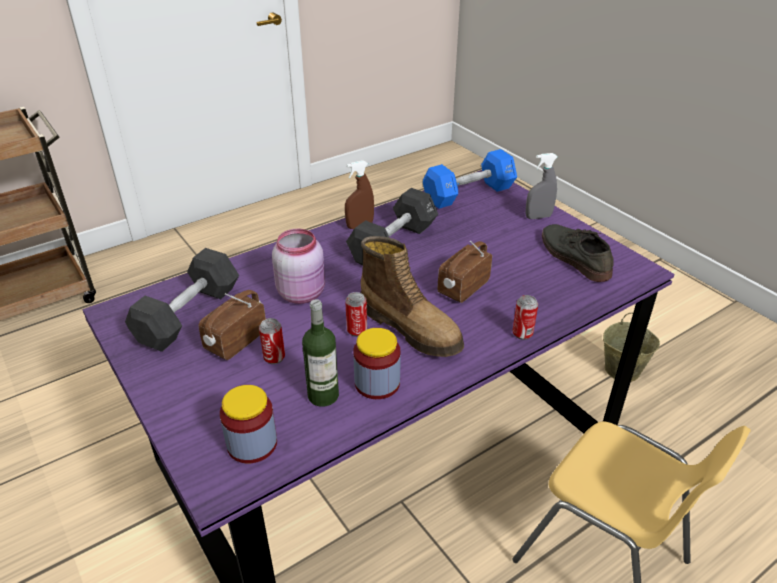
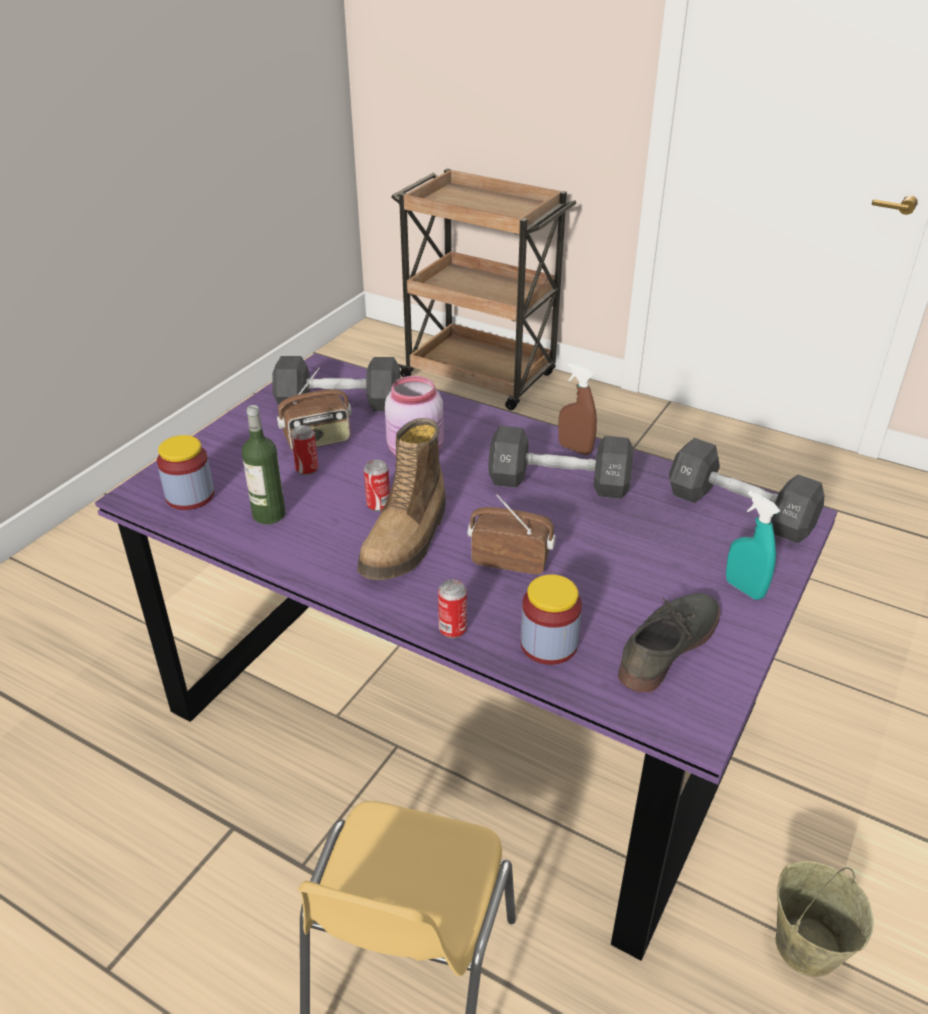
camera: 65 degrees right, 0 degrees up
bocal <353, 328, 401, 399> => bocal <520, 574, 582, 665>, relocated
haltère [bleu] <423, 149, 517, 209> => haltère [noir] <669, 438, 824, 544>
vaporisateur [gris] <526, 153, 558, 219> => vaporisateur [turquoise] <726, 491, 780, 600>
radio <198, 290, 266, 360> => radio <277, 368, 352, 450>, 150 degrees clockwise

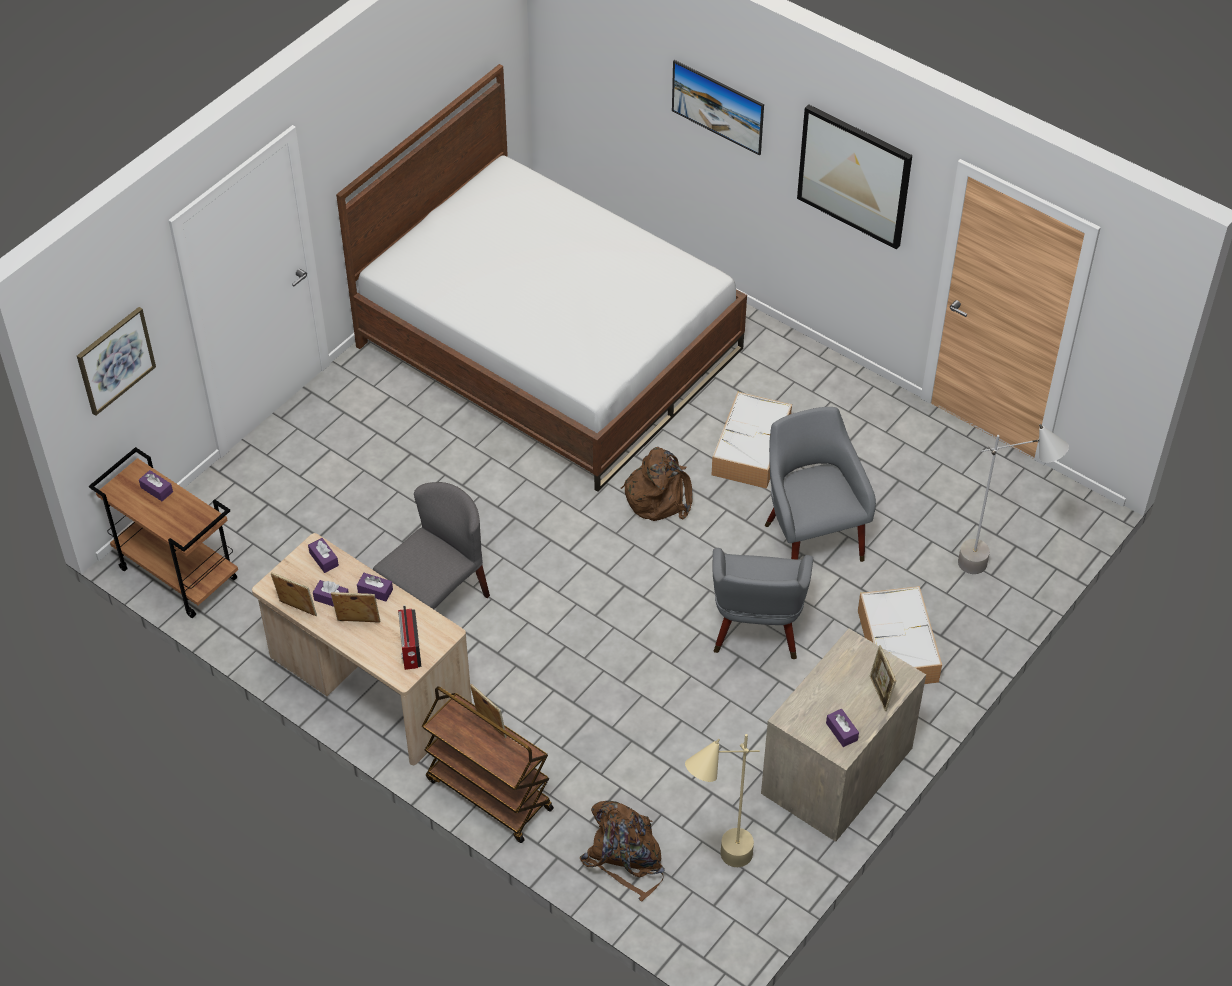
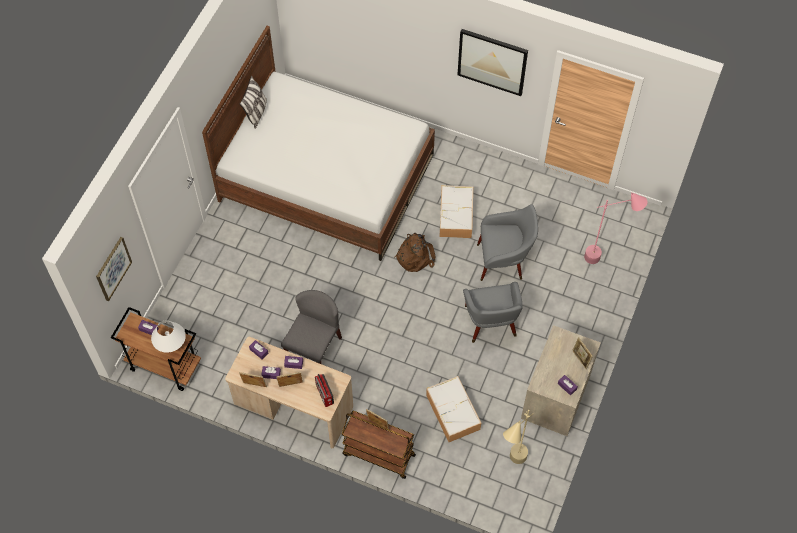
camera: 15 degrees left, 10 degrees up
sac à dos [marron] <580, 801, 665, 902> => nothing
tableau <672, 60, 764, 156> => nothing
nothing => lampe de table [blanc] <151, 320, 186, 353>
nothing => coussin <240, 76, 267, 128>
boîte de rangement <858, 586, 942, 684> => boîte de rangement <426, 376, 481, 442>, relocated
lampadaire [gris] <958, 424, 1069, 574> => lampadaire [rose] <584, 192, 648, 264>
fauteuil [gris] <765, 407, 876, 562> => fauteuil [gris] <477, 204, 538, 281>, 120 degrees clockwise

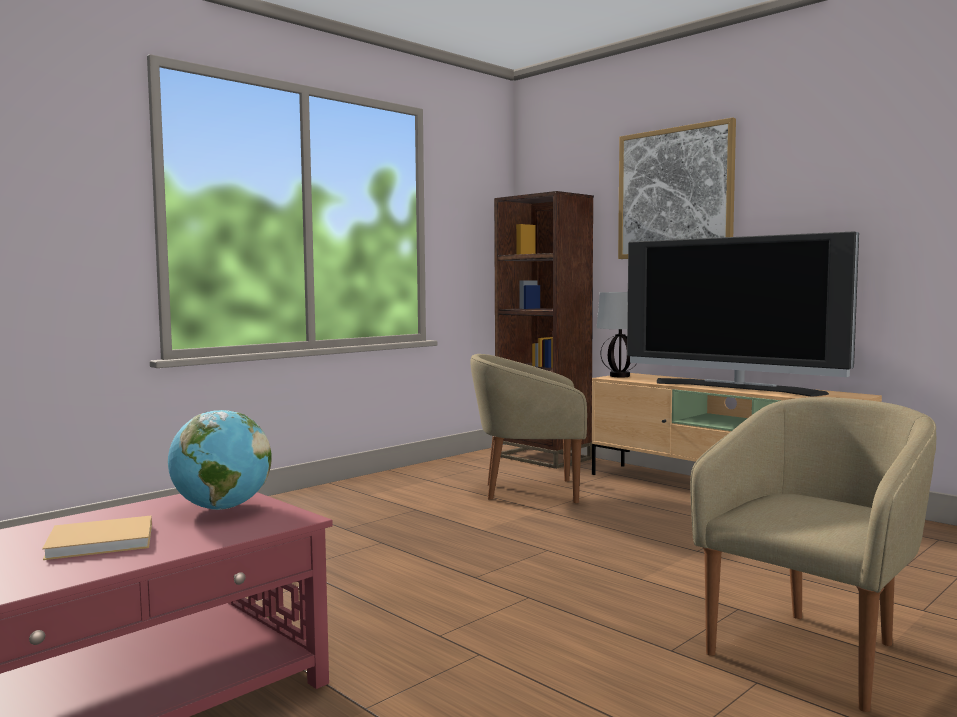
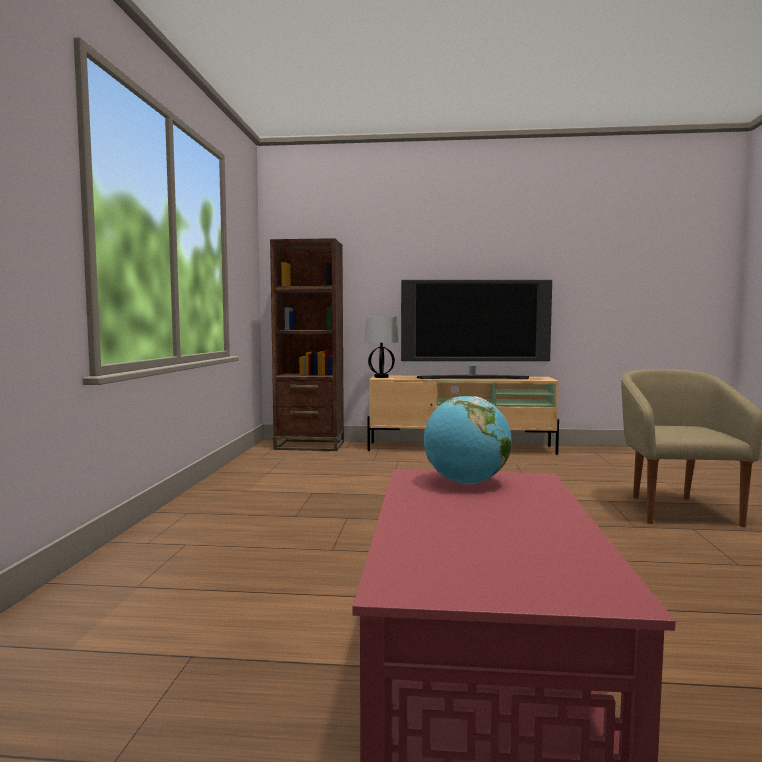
camera: 40 degrees left, 0 degrees up
livre [beige] <42, 516, 152, 560> => nothing
fauteuil [beige] <470, 354, 587, 503> => nothing
tableau <618, 118, 736, 259> => nothing

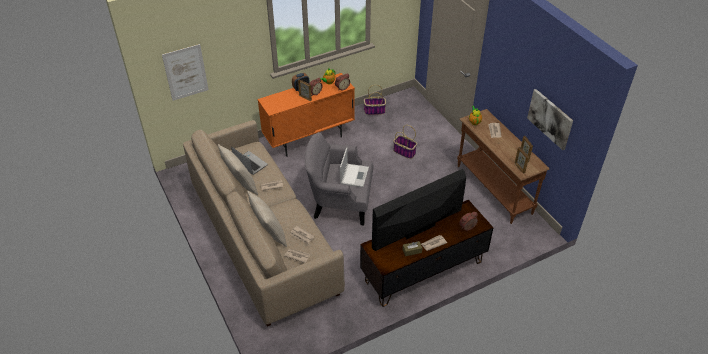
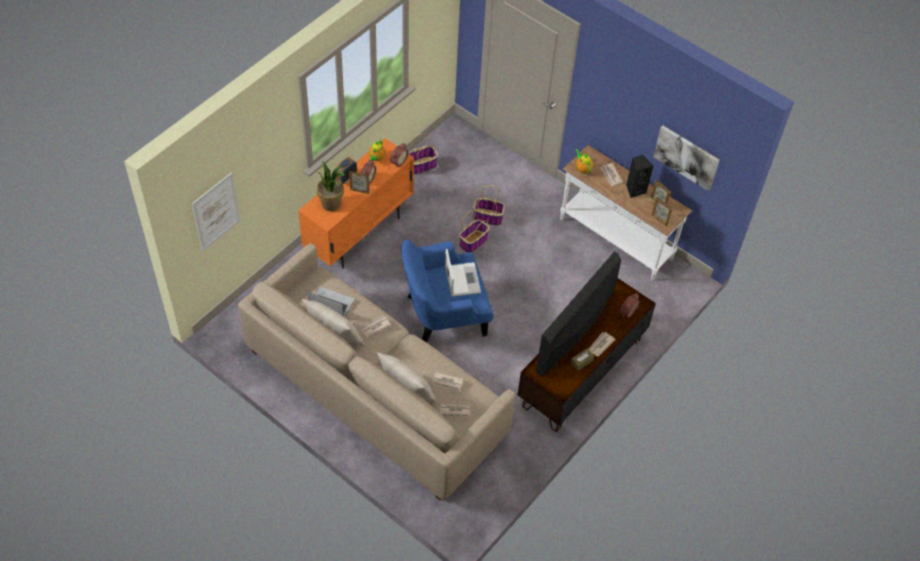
camera: 25 degrees left, 10 degrees up
nothing => plante en pot <317, 160, 344, 211>
nothing => panier <459, 210, 490, 253>
nothing => enceinte [noir] <626, 155, 653, 198>
fauteuil [gris] <305, 133, 374, 225> => fauteuil [bleu] <401, 239, 494, 342>
table console [marron] <457, 109, 550, 224> => table console [blanc] <560, 145, 692, 280>

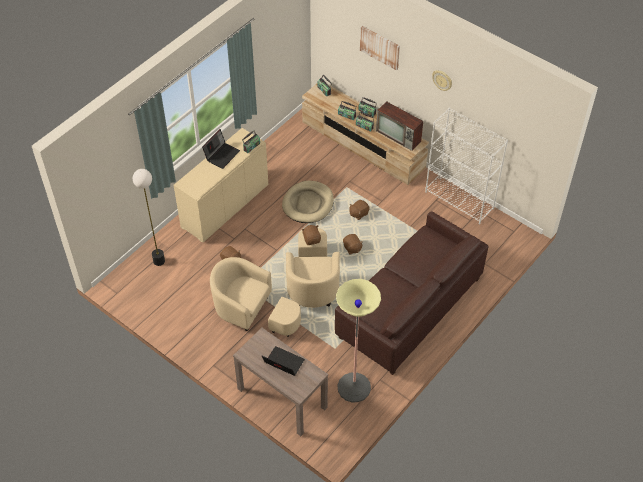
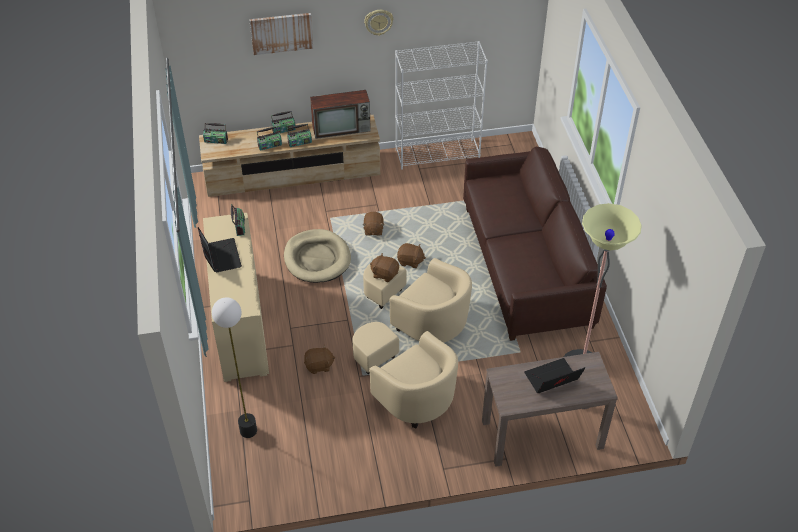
camera: 50 degrees left, 5 degrees down
fauteuil [beige] <210, 257, 301, 337> => fauteuil [beige] <353, 322, 458, 428>, 105 degrees counterclockwise

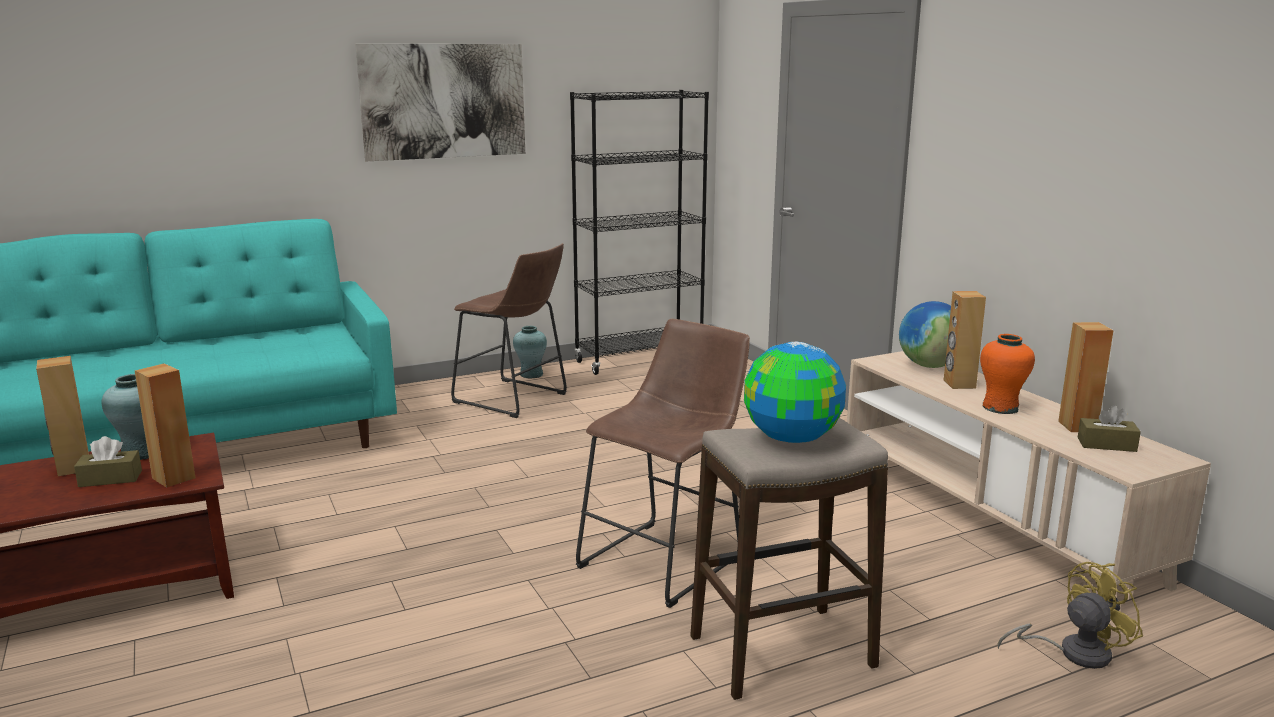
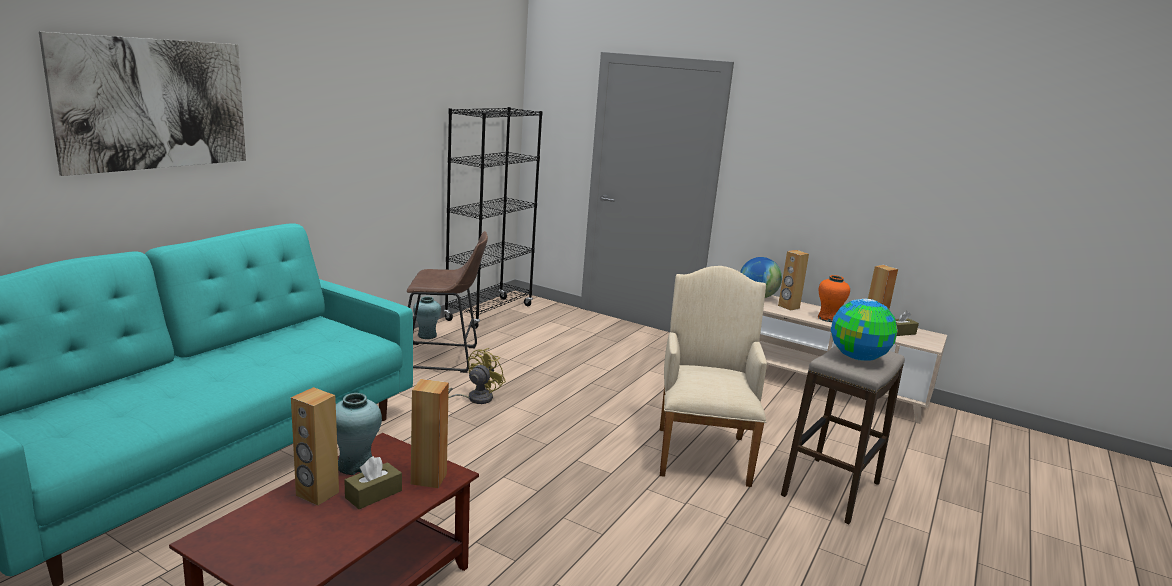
camera: 35 degrees left, 0 degrees up
tableau <355, 44, 525, 161> => tableau <39, 32, 246, 176>, relocated
ventilateur [jaune] <997, 562, 1143, 669> => ventilateur [jaune] <448, 348, 506, 404>, relocated
tabouret [marron] <576, 319, 750, 608> => fauteuil [beige] <660, 266, 767, 487>

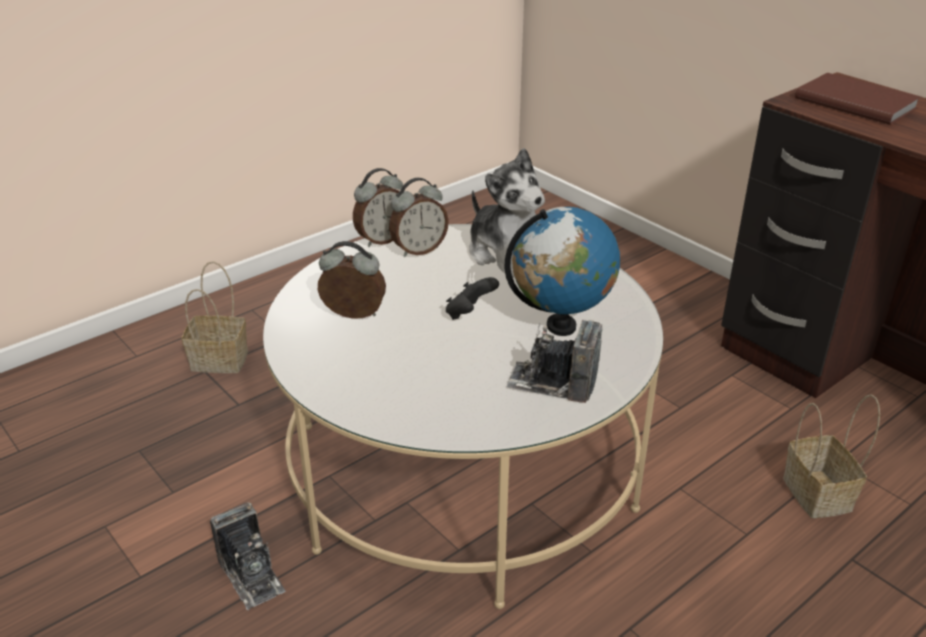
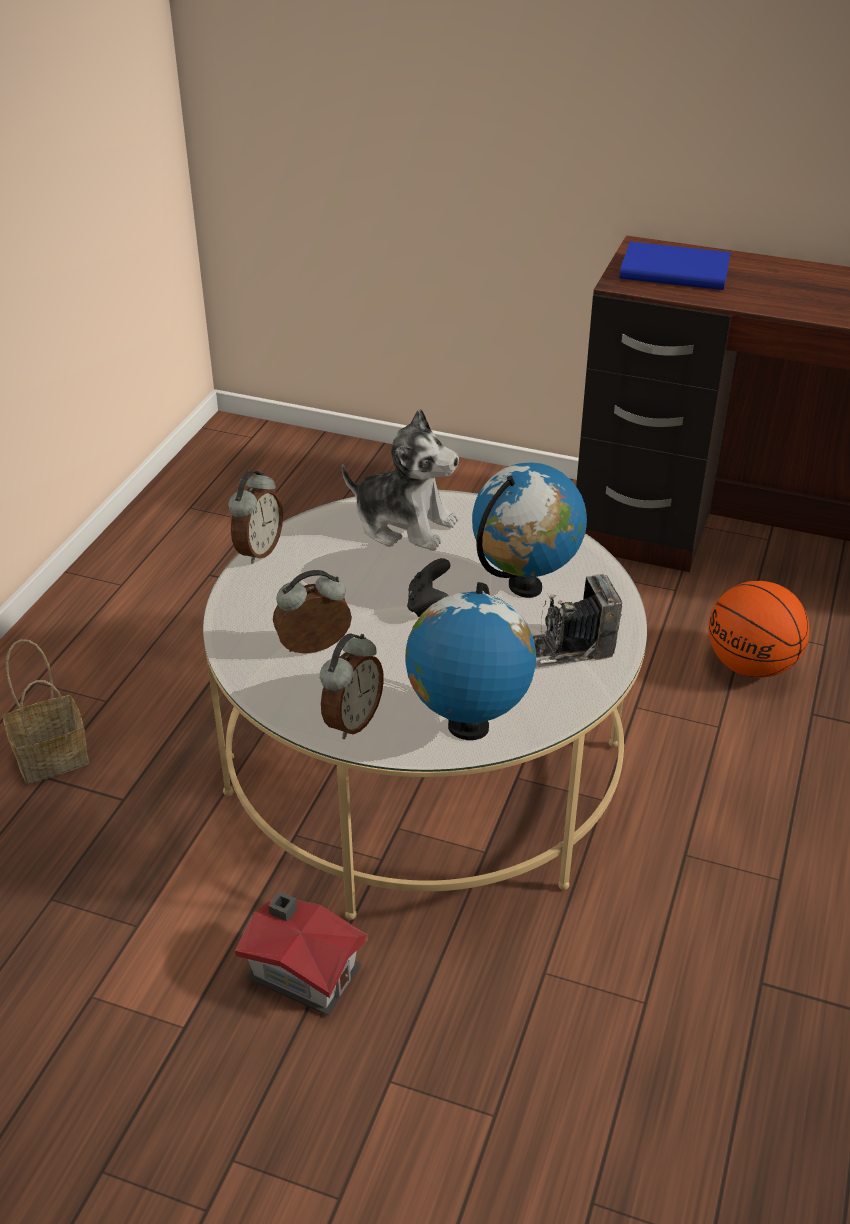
camera: 30 degrees left, 5 degrees up
nothing => globe <406, 582, 536, 740>
réveil <389, 178, 449, 257> => réveil <320, 633, 384, 739>, relocated
appareil photo <210, 502, 286, 610> => maison miniature <235, 891, 368, 1016>
panier <783, 394, 880, 518> => ballon de basket <708, 581, 809, 678>
livre [marron] <795, 73, 921, 125> => livre [bleu] <619, 242, 731, 290>

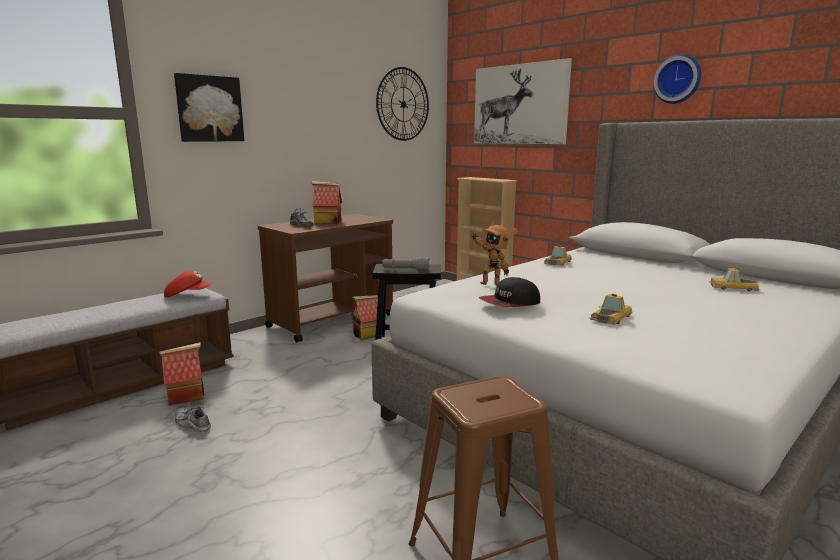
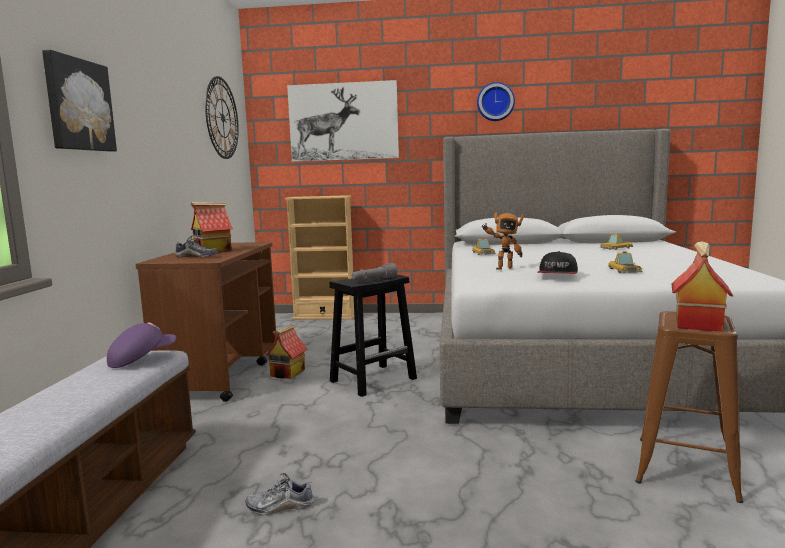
camera: 40 degrees left, 5 degrees down
maison miniature <159, 342, 204, 405> => maison miniature <672, 241, 733, 332>, relocated
casquette [rouge] <164, 271, 213, 298> => casquette [violet] <107, 322, 176, 368>

